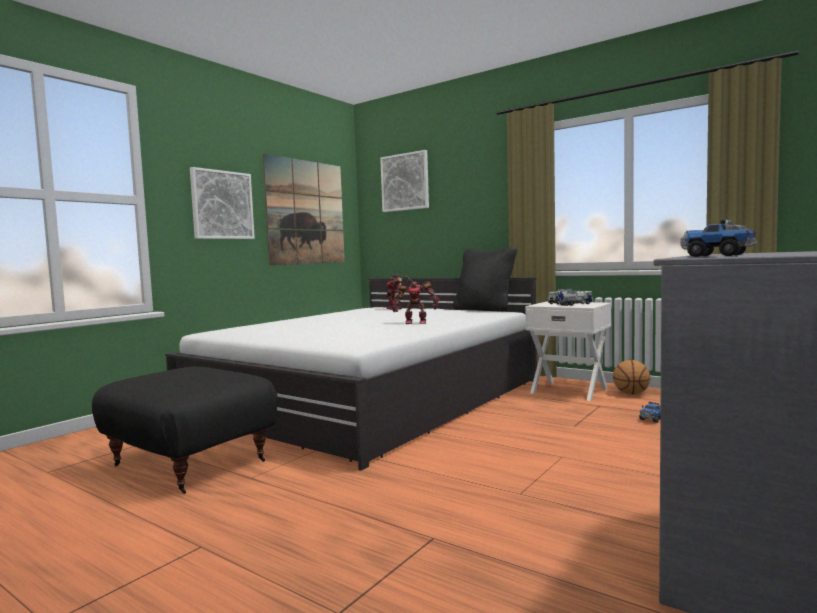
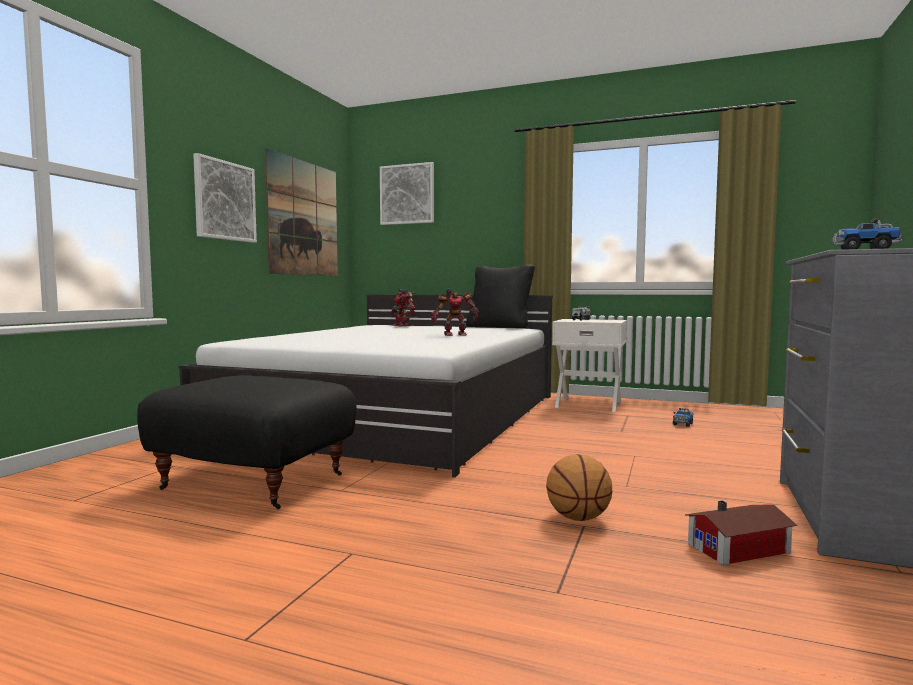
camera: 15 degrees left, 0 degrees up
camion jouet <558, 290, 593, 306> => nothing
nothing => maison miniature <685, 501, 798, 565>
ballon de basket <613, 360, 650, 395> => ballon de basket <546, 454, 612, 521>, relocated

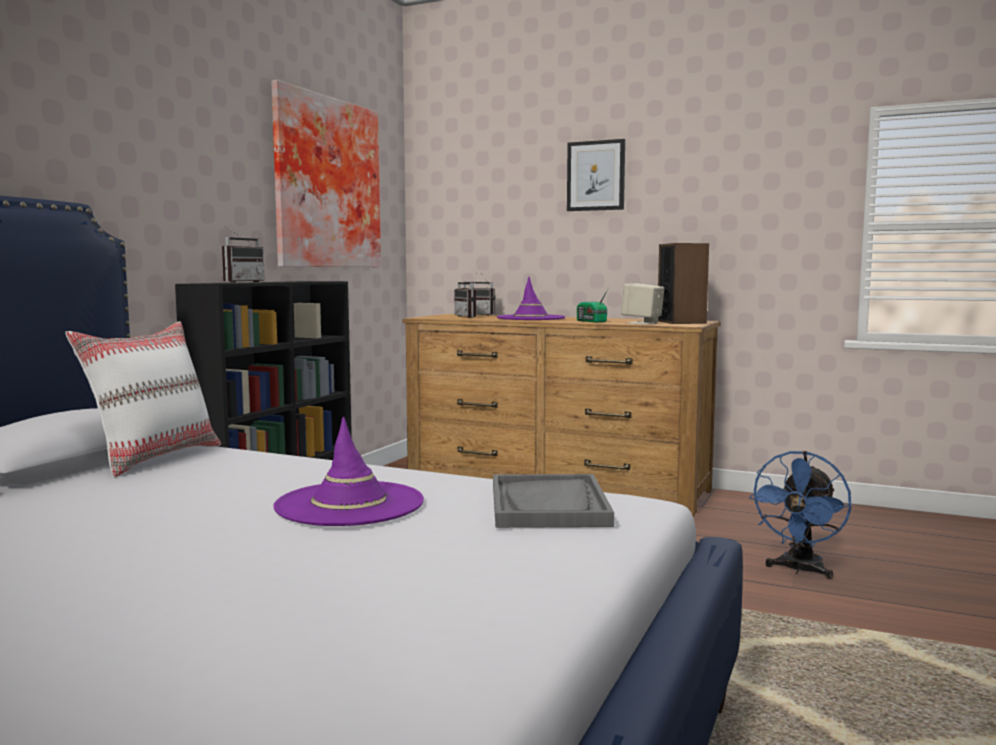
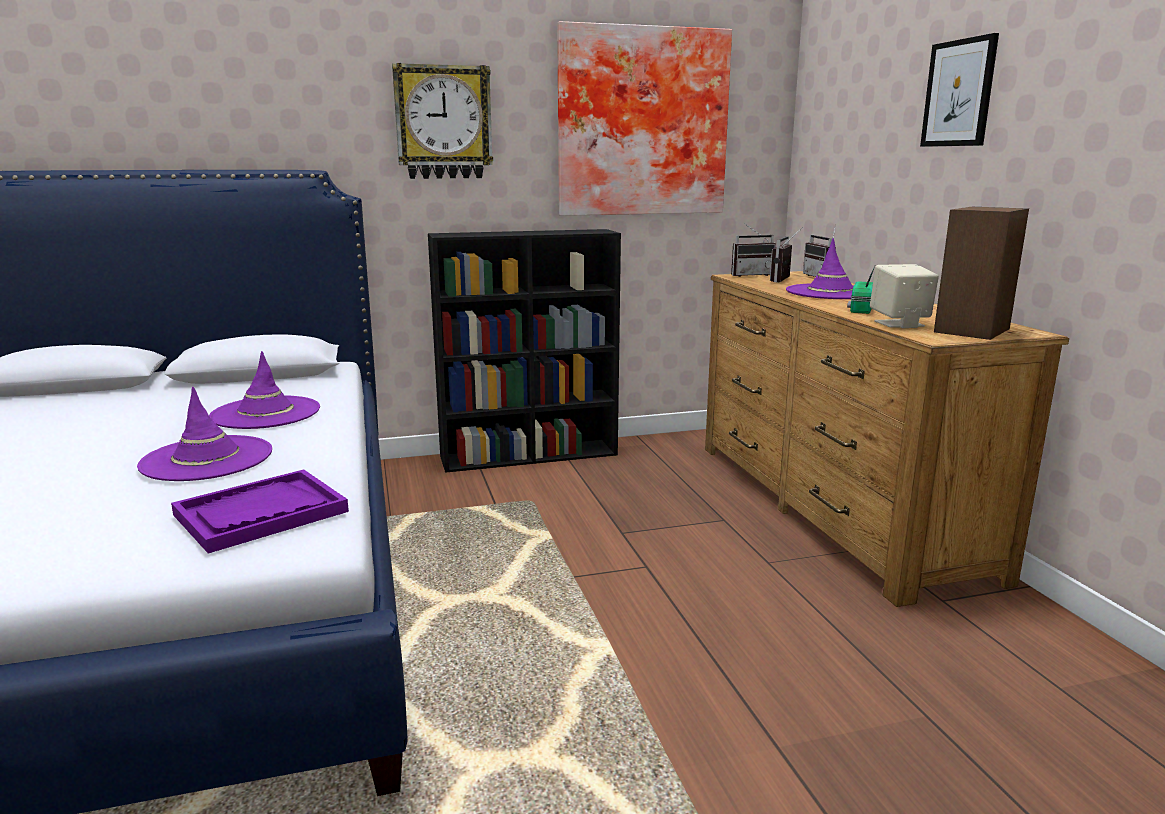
camera: 50 degrees right, 10 degrees up
coussin [blanc] <65, 321, 221, 477> => nothing
ventilateur [bleu] <749, 451, 851, 579> => nothing
nothing => chapeau [violet] <209, 351, 320, 429>
nothing => horloge murale <392, 63, 493, 179>
radio <222, 226, 265, 283> => radio <731, 223, 776, 277>, relocated
plateau [gris] <493, 474, 614, 528> => plateau [violet] <171, 470, 349, 554>

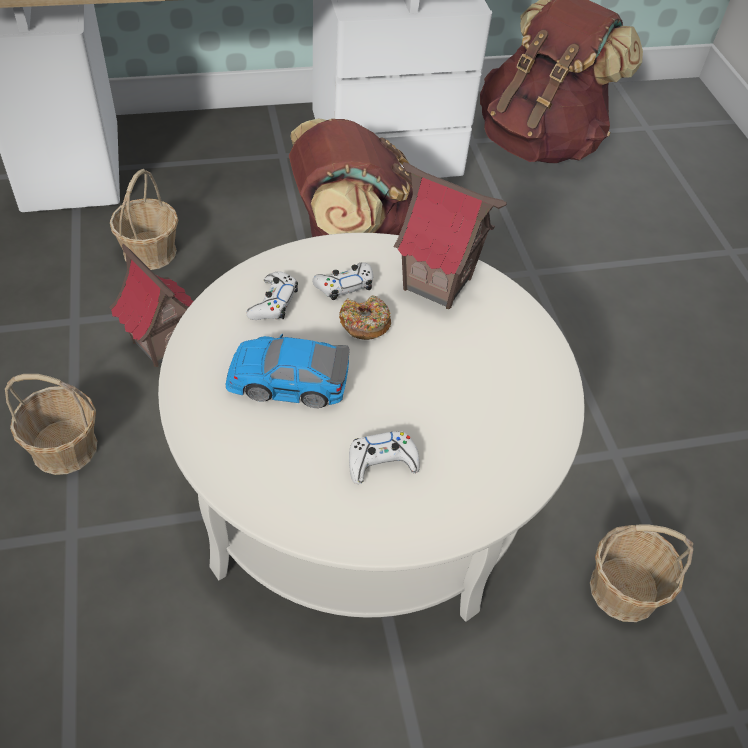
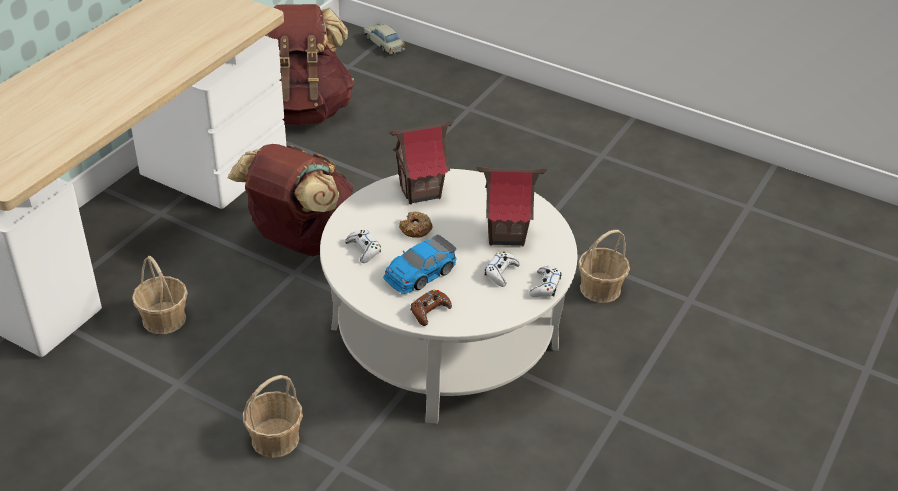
camera: 45 degrees left, 10 degrees down
nothing => petite voiture [beige] <363, 23, 405, 55>
nothing => manette [marron] <411, 290, 452, 326>
maison miniature <110, 244, 194, 367> => maison miniature <476, 166, 547, 246>, relocated
manette [blanc] <312, 262, 373, 300> => manette [blanc] <529, 266, 562, 297>, relocated

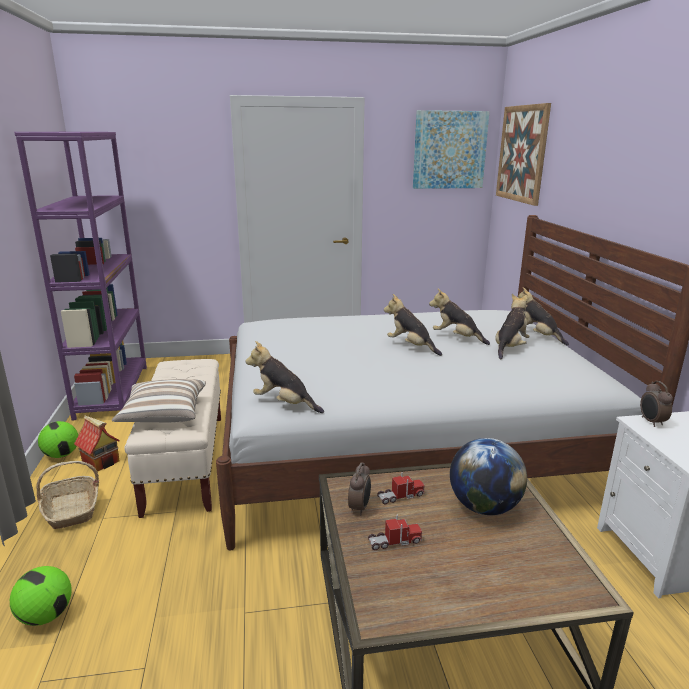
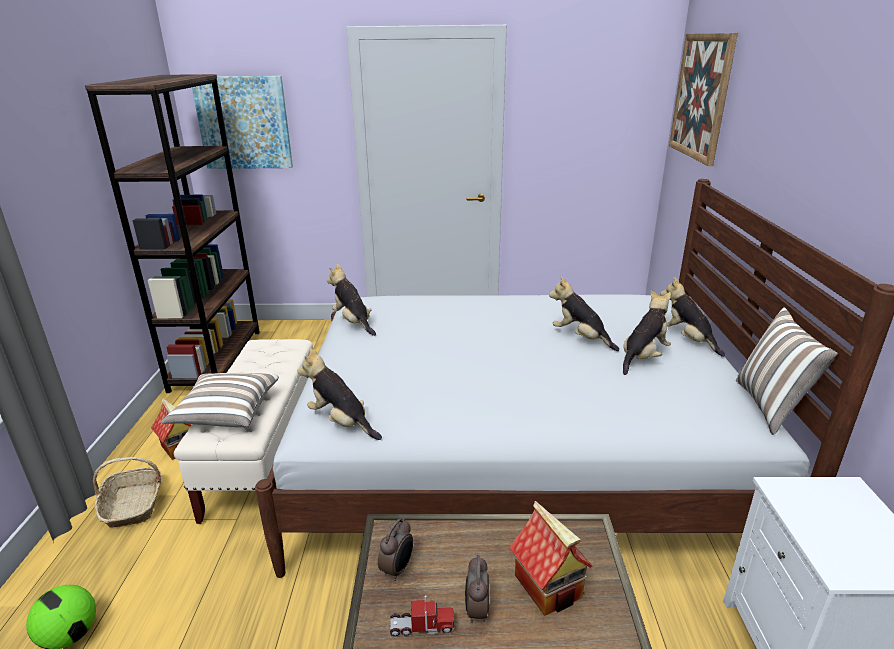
camera: 10 degrees right, 5 degrees up
ballon de foot <38, 421, 78, 458> => nothing
camion jouet <377, 472, 425, 504> => nothing
nothing => coussin <736, 307, 838, 435>
peluche <384, 294, 442, 356> => peluche <327, 264, 376, 336>, relocated
tableau <413, 110, 490, 189> => tableau <192, 76, 293, 169>, relocated
réveil <640, 381, 673, 427> => réveil <465, 555, 489, 623>, relocated
globe <450, 438, 527, 515> => maison miniature <509, 501, 593, 616>
bibliothèque [violet] <14, 132, 147, 420> => bibliothèque [marron] <85, 74, 260, 393>

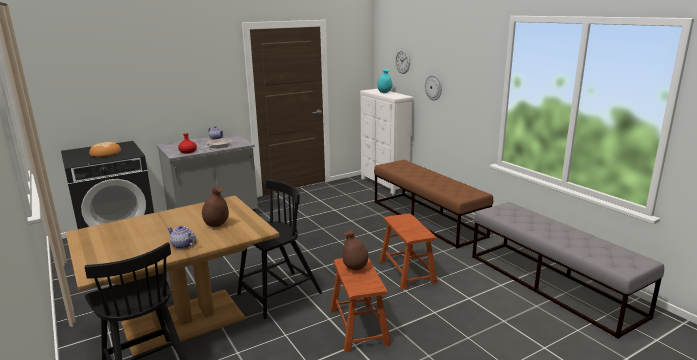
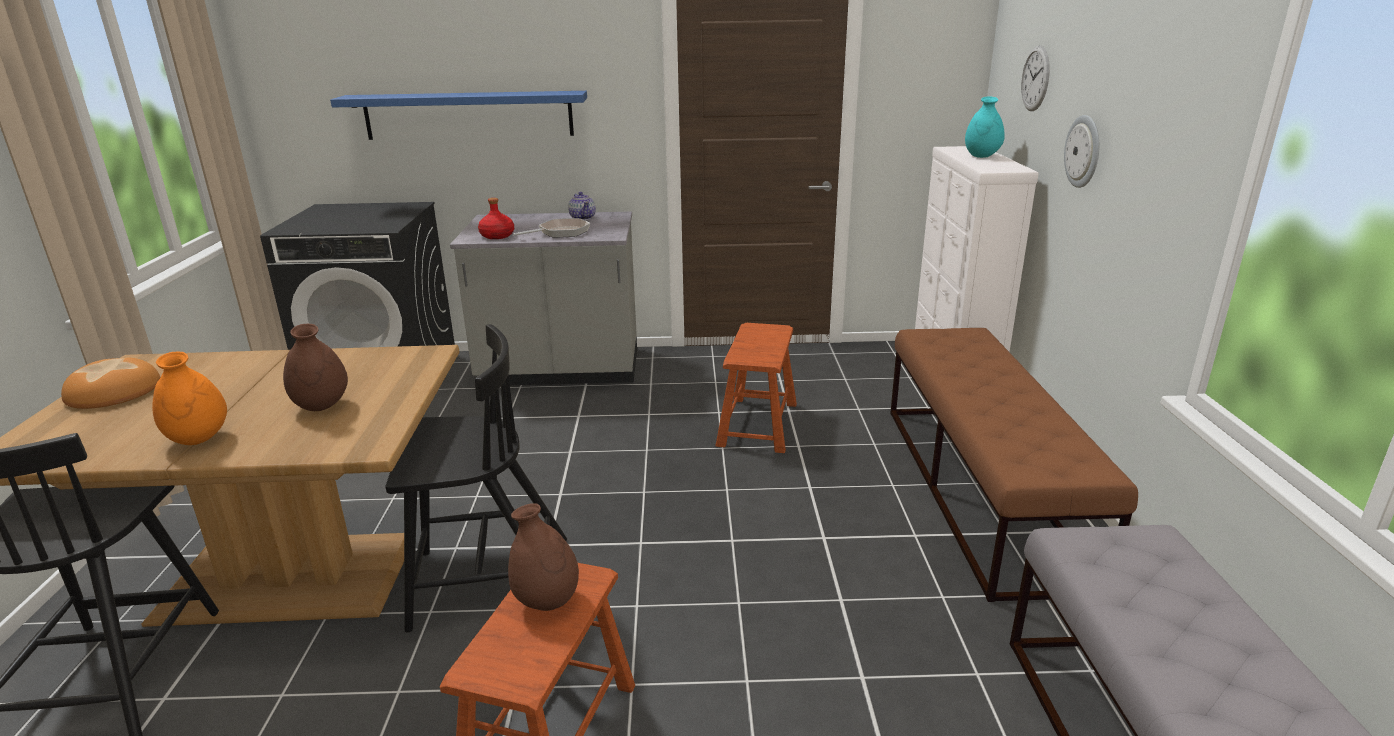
camera: 30 degrees right, 5 degrees up
nothing => étagère [bleu] <330, 91, 587, 140>
pain <89, 142, 121, 157> => pain <61, 358, 161, 409>, relocated
tabouret [marron] <380, 213, 437, 290> => tabouret [marron] <715, 323, 797, 453>, relocated
théière <167, 225, 197, 249> => vase [orange] <152, 351, 227, 445>

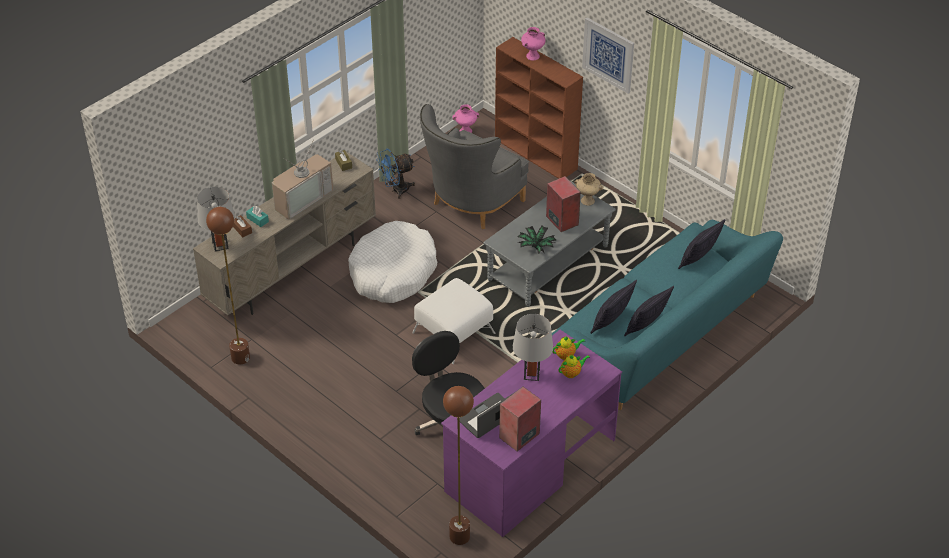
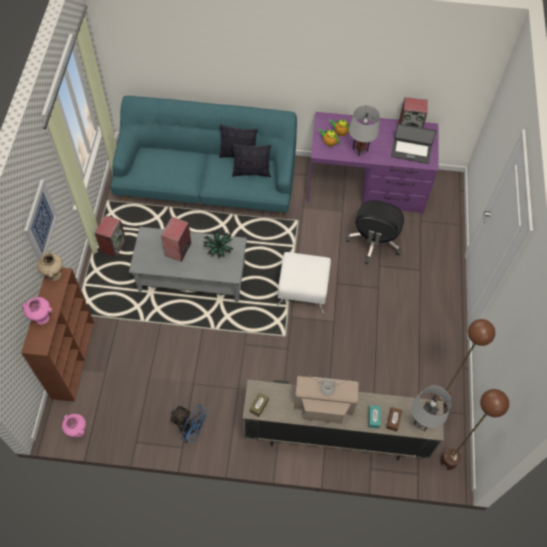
camera: 130 degrees left, 15 degrees up
panier pour chien [blanc] <348, 221, 437, 303> => nothing
fauteuil [gris] <420, 104, 529, 229> => nothing
coussin <678, 219, 726, 269> => nothing
nothing => enceinte <95, 215, 126, 257>
lampadaire [marron] <443, 386, 474, 545> => lampadaire [marron] <440, 389, 509, 470>, relocated
vase [beige] <574, 173, 604, 206> => vase [beige] <37, 251, 63, 281>, relocated

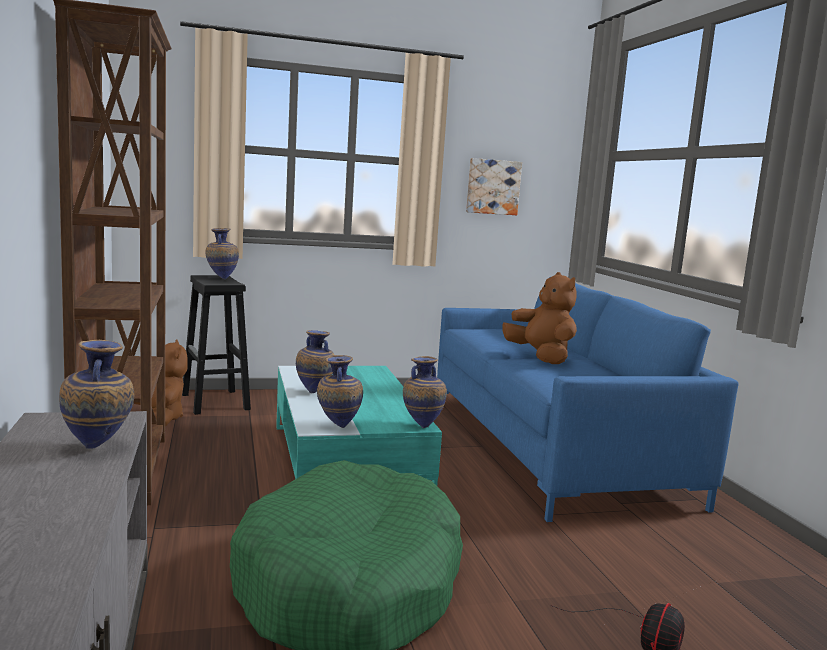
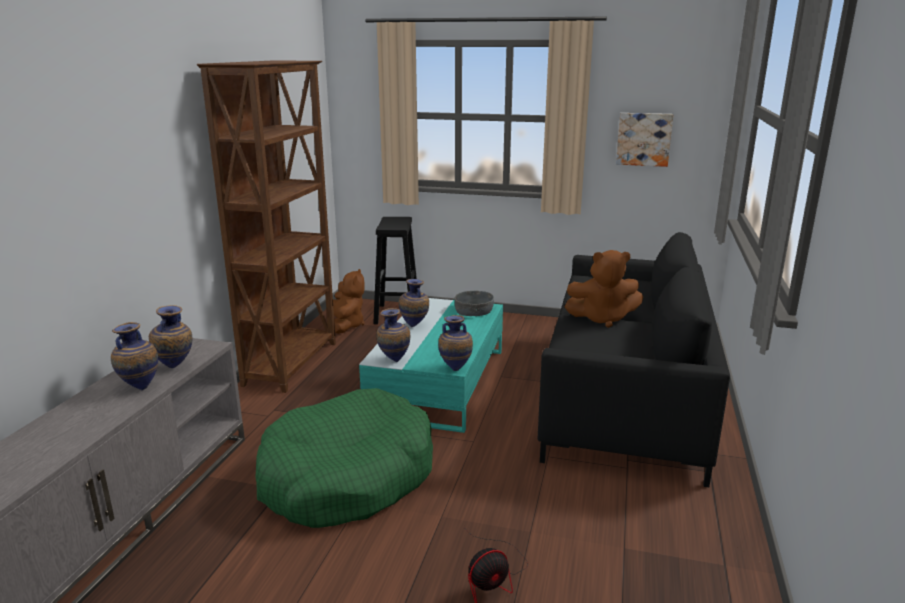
camera: 30 degrees right, 10 degrees up
nothing => bol [gris] <454, 290, 494, 316>
vase <205, 228, 239, 279> => vase <111, 322, 158, 390>, relocated
canapé [bleu] <437, 277, 739, 522> => canapé [noir] <538, 232, 730, 487>
peluche [marron] <502, 272, 577, 364> => peluche [marron] <564, 250, 643, 328>, 90 degrees clockwise

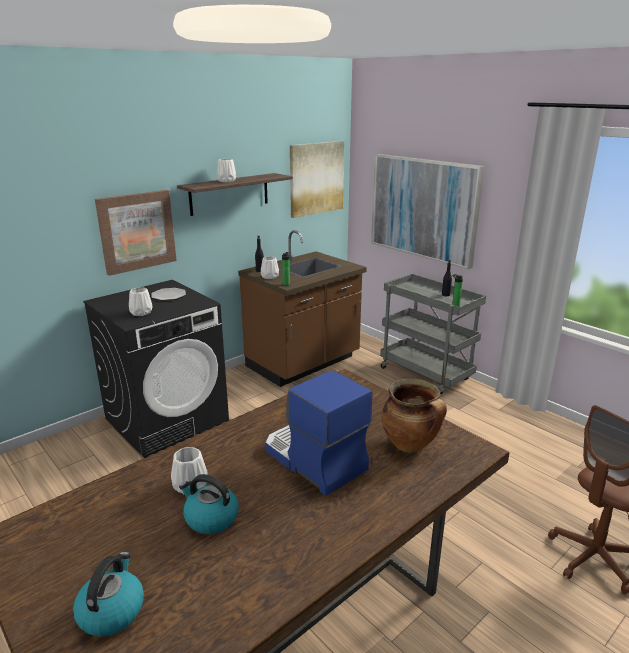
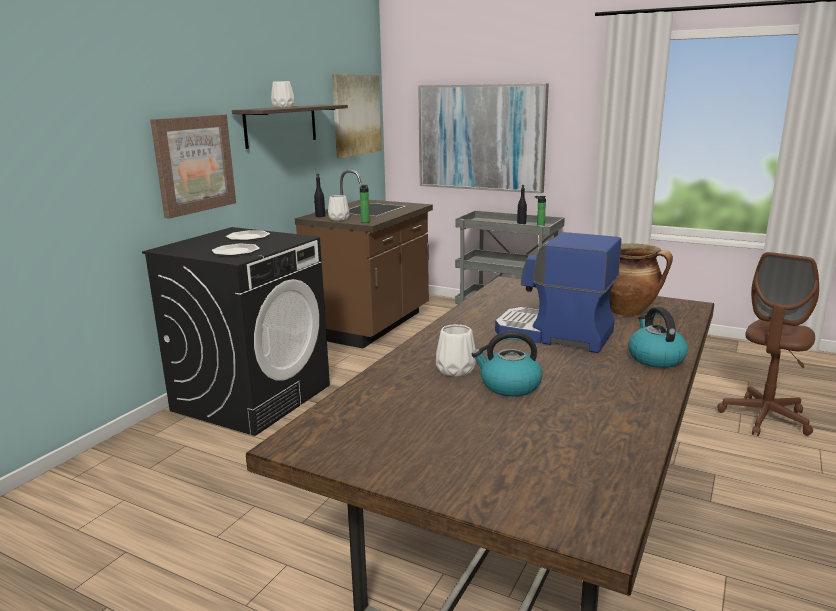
camera: 20 degrees left, 5 degrees down
bouilloire <73, 552, 144, 636> => bouilloire <628, 307, 688, 368>, relocated
vase [blanc] <129, 287, 152, 316> => assiette <211, 244, 260, 256>

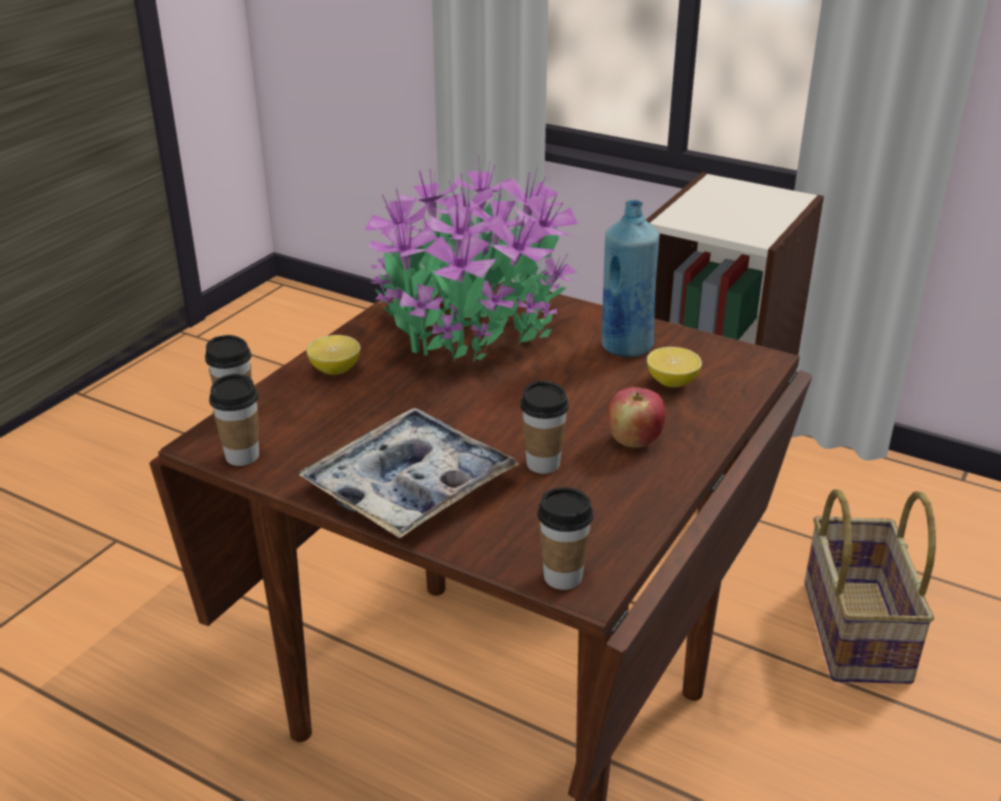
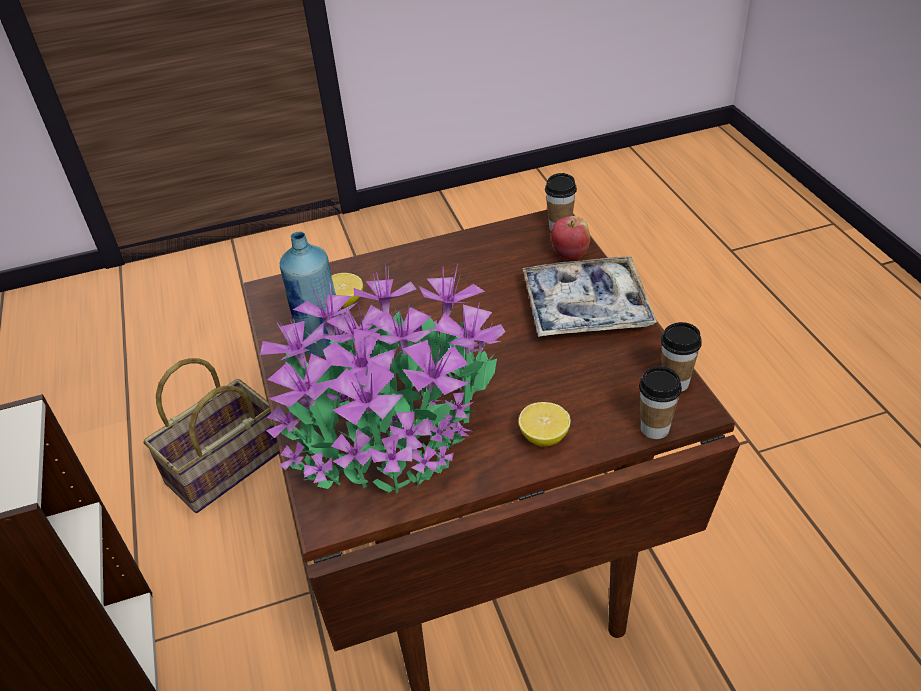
camera: 135 degrees left, 10 degrees up
tasse <520, 381, 569, 474> => nothing
pomme <607, 387, 665, 448> => pomme <551, 216, 590, 260>, relocated

